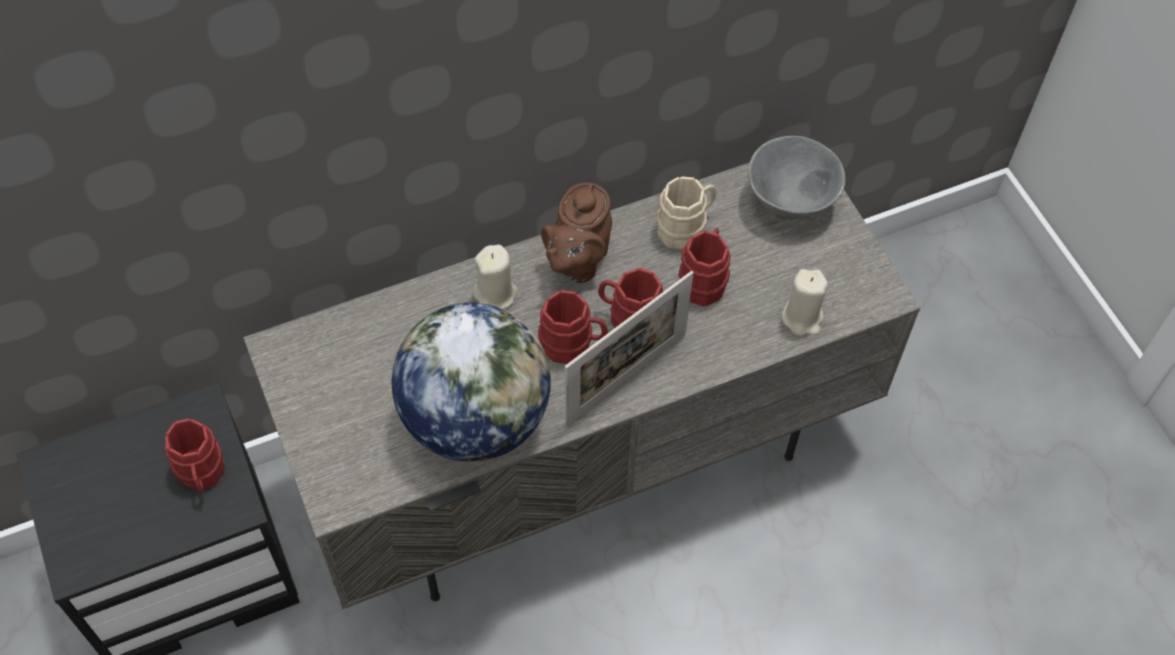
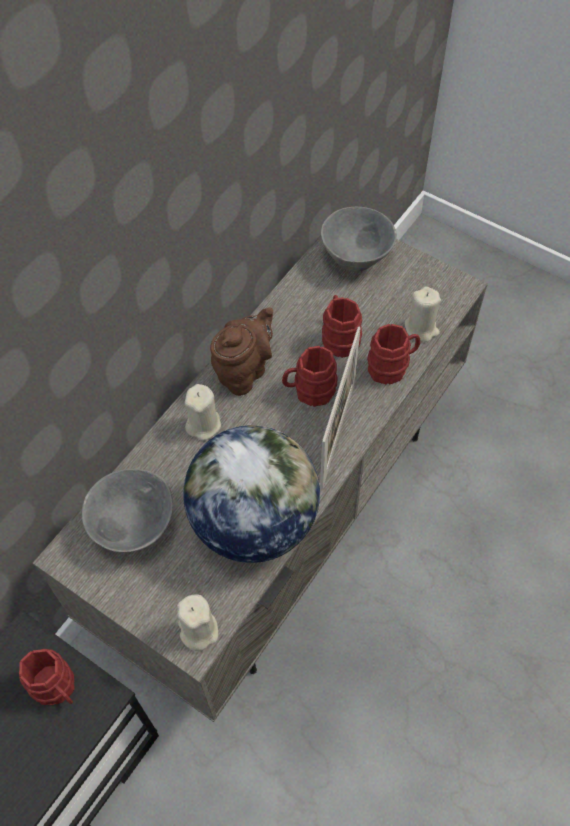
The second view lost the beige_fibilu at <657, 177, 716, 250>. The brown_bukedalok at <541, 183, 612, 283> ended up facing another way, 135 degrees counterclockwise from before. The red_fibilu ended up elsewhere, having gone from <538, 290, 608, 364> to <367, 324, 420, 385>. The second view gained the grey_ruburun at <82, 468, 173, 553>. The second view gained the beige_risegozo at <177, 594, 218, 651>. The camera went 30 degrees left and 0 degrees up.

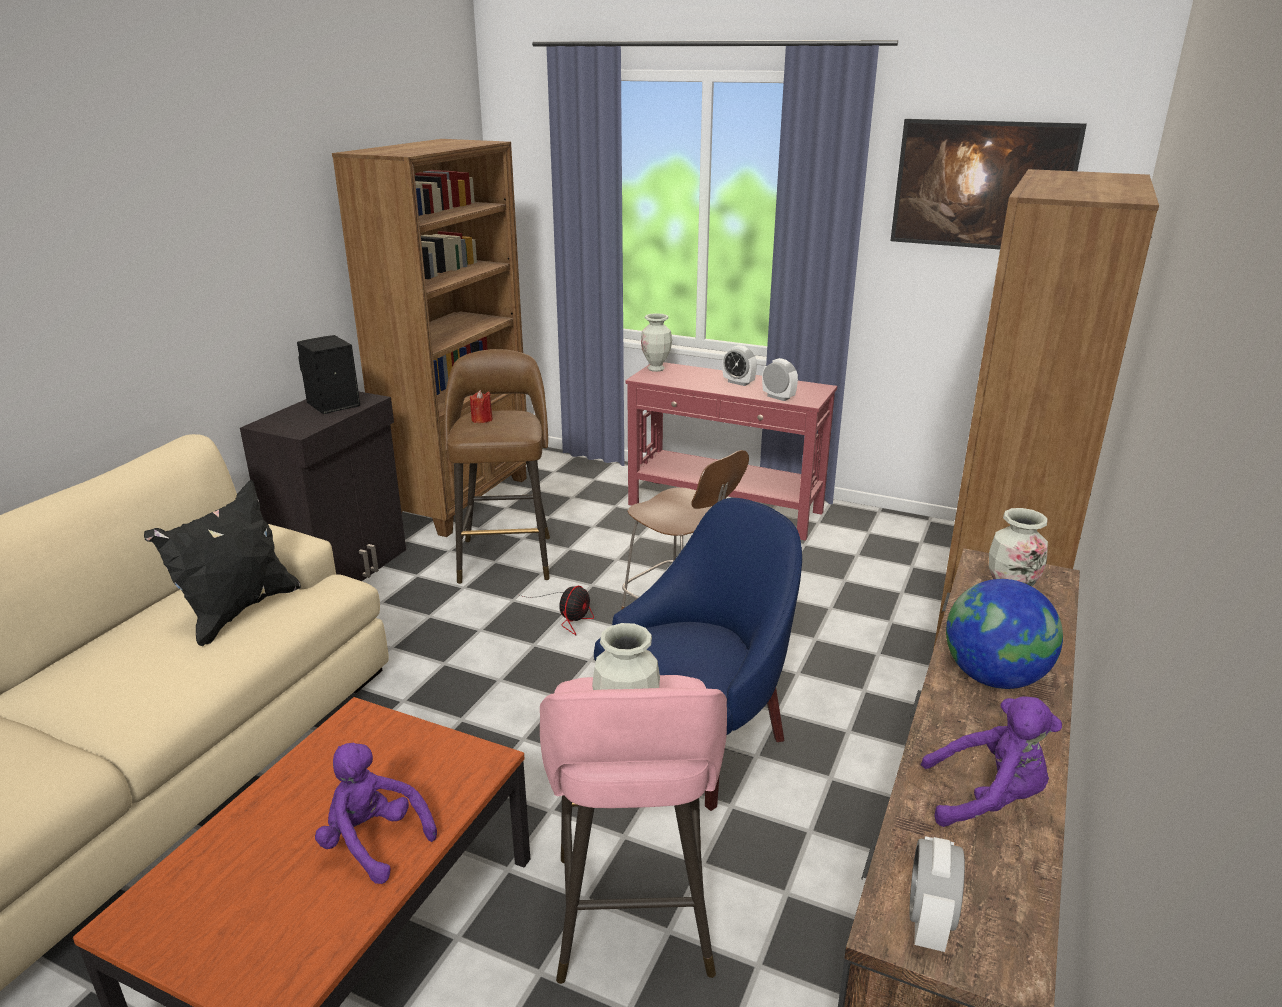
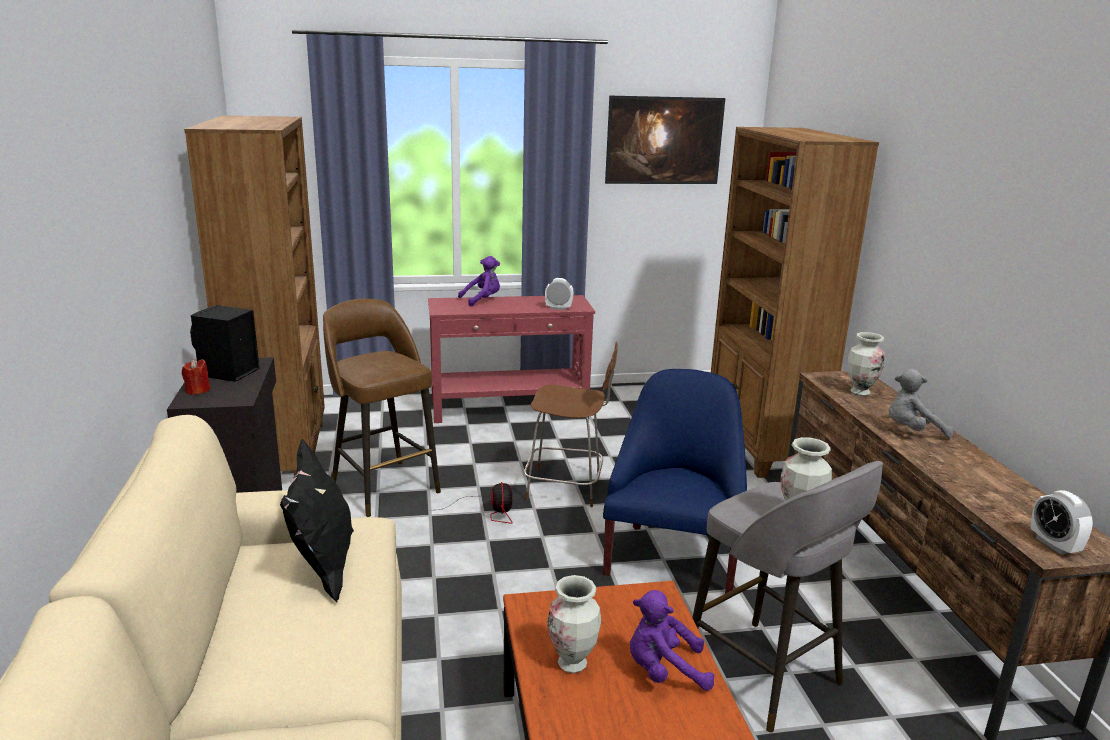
The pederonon ended up elsewhere, having gone from <641, 313, 672, 372> to <547, 575, 601, 673>. The second view lost the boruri at <722, 345, 757, 386>. The red_risegozo ended up elsewhere, having gone from <470, 390, 493, 423> to <182, 359, 211, 395>. Where the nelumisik stood at <946, 579, 1063, 689>, the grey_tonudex came to stand at <889, 369, 954, 438>. What was the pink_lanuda at <540, 675, 727, 984> turned into the grey_lanuda at <692, 461, 883, 733>. The purple_tonudex ended up elsewhere, having gone from <921, 696, 1062, 827> to <458, 256, 500, 307>. The camera went 35 degrees left and 5 degrees down.

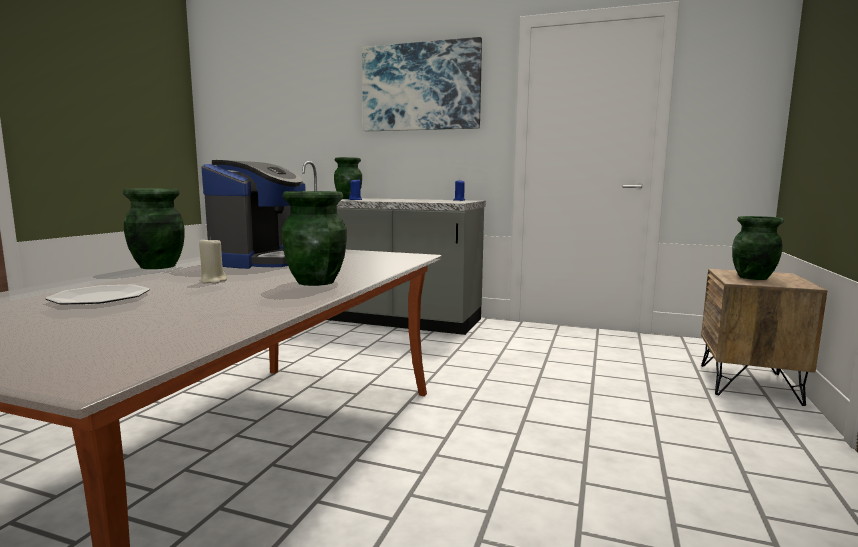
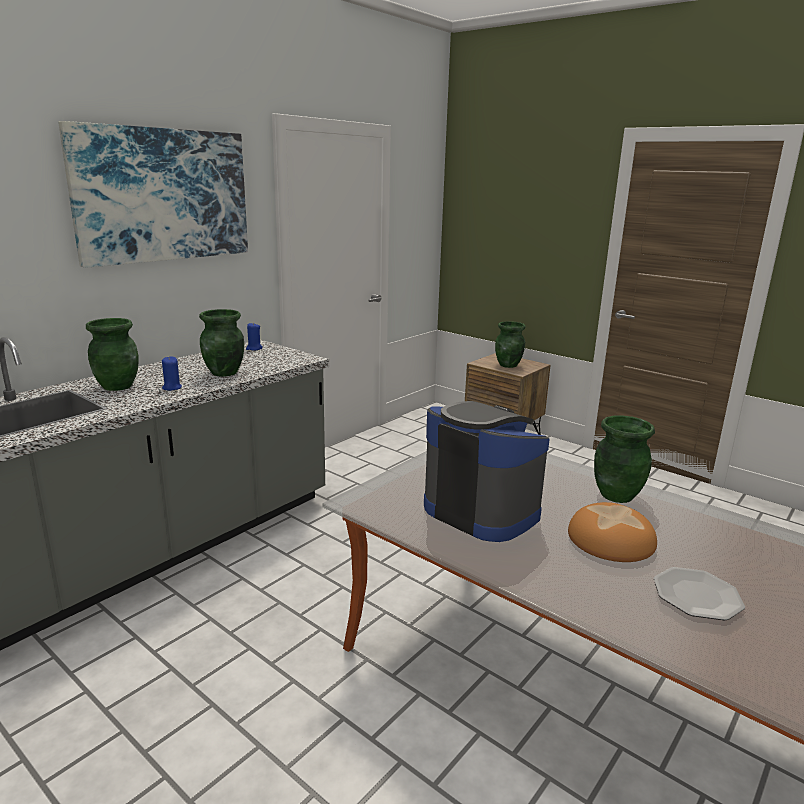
The green_pederonon ended up elsewhere, having gone from <123, 189, 185, 269> to <199, 309, 244, 377>. Where the beige_risegozo stood at <199, 237, 227, 284>, the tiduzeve came to stand at <568, 502, 657, 562>. The camera went 70 degrees left and 10 degrees up.

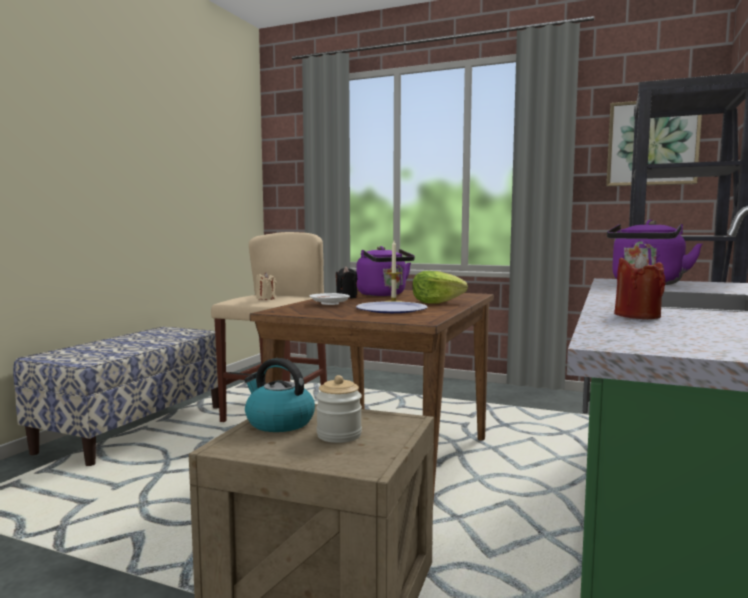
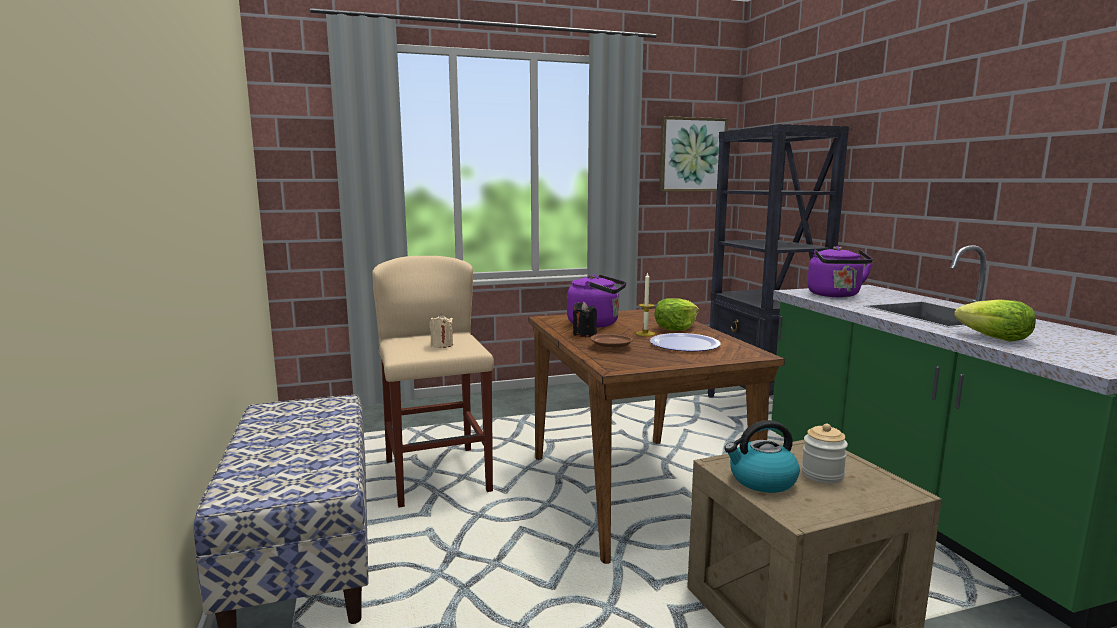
Where the red_risegozo stood at <614, 253, 666, 319>, the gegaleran came to stand at <954, 299, 1036, 342>. What was the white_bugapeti at <310, 293, 350, 305> turned into the brown_bugapeti at <590, 333, 633, 349>. The camera went 40 degrees left and 5 degrees up.

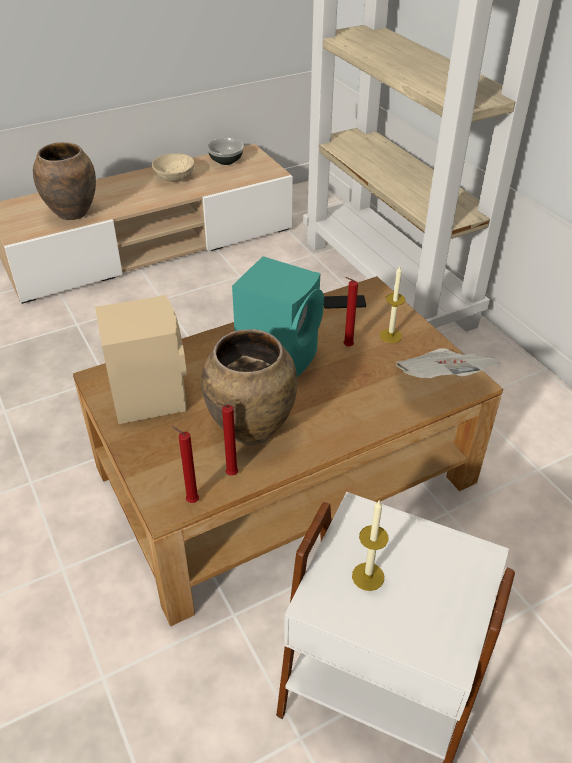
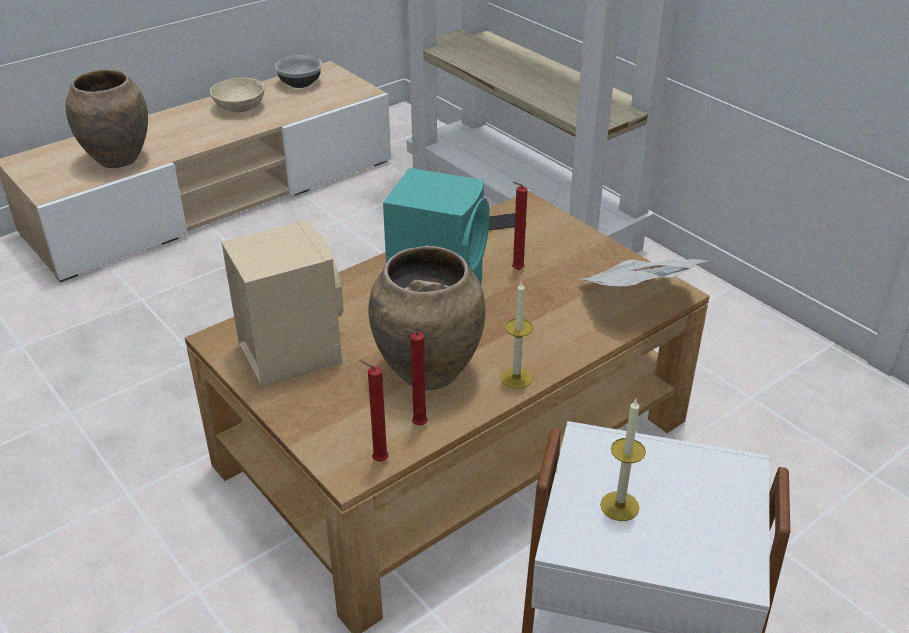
The risegozo ended up elsewhere, having gone from <380, 266, 405, 343> to <501, 281, 533, 389>. The camera went 10 degrees left and 5 degrees down.

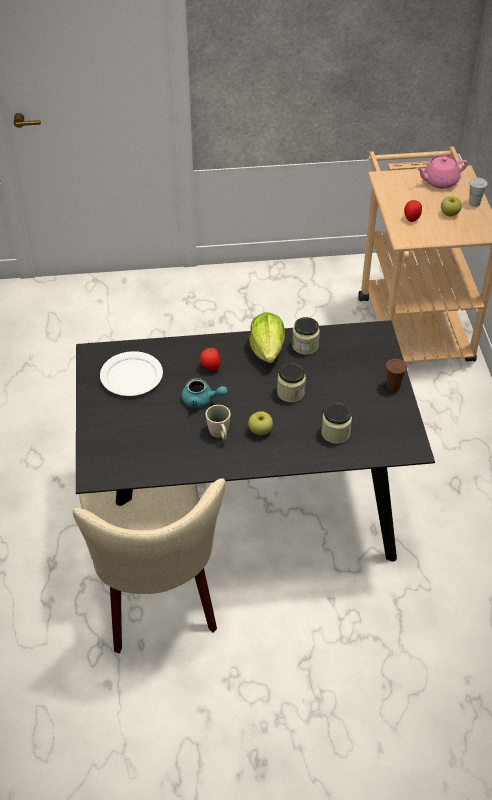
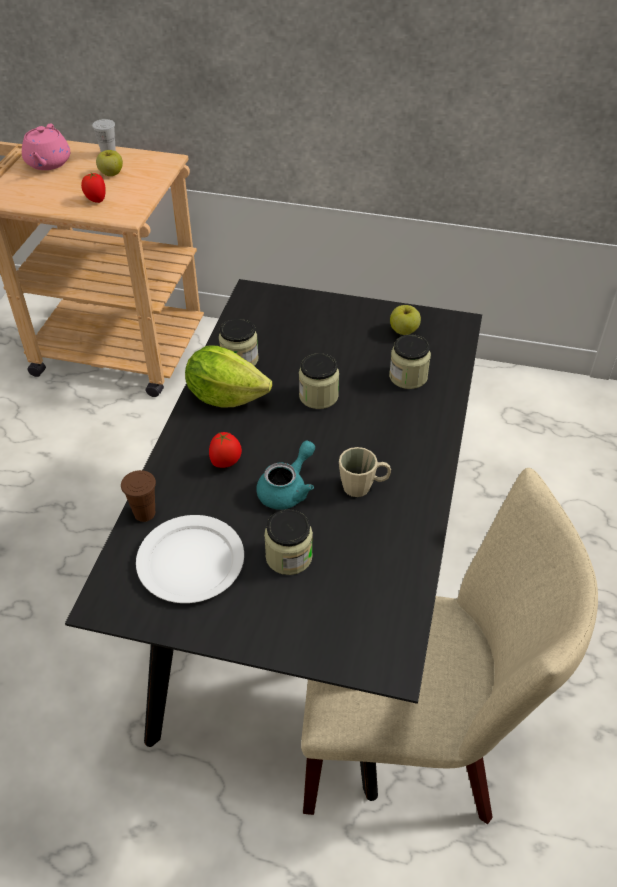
The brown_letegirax ended up elsewhere, having gone from <386, 359, 407, 391> to <121, 470, 156, 522>. The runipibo ended up elsewhere, having gone from <248, 411, 273, 435> to <390, 305, 421, 335>. The second view gained the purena at <264, 509, 313, 575>. The camera went 70 degrees left and 0 degrees up.

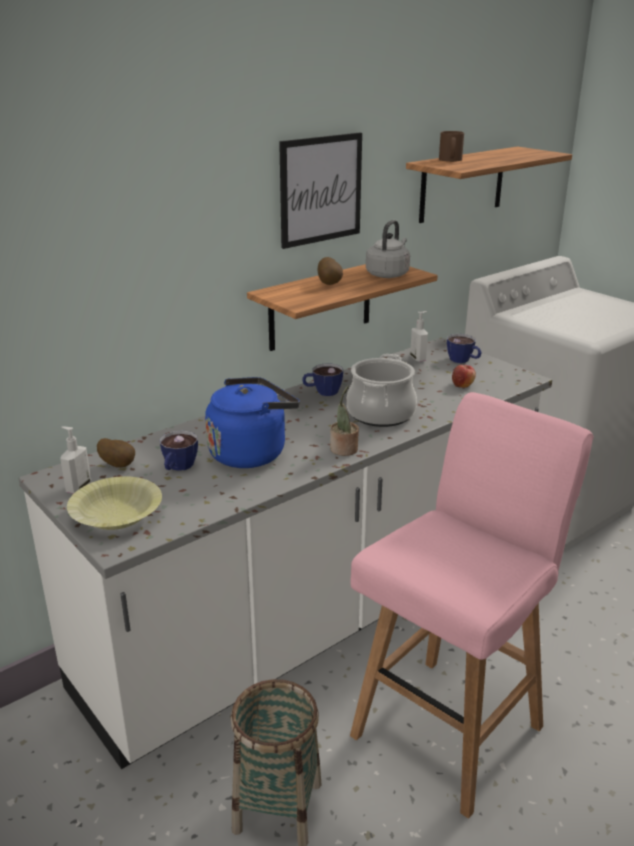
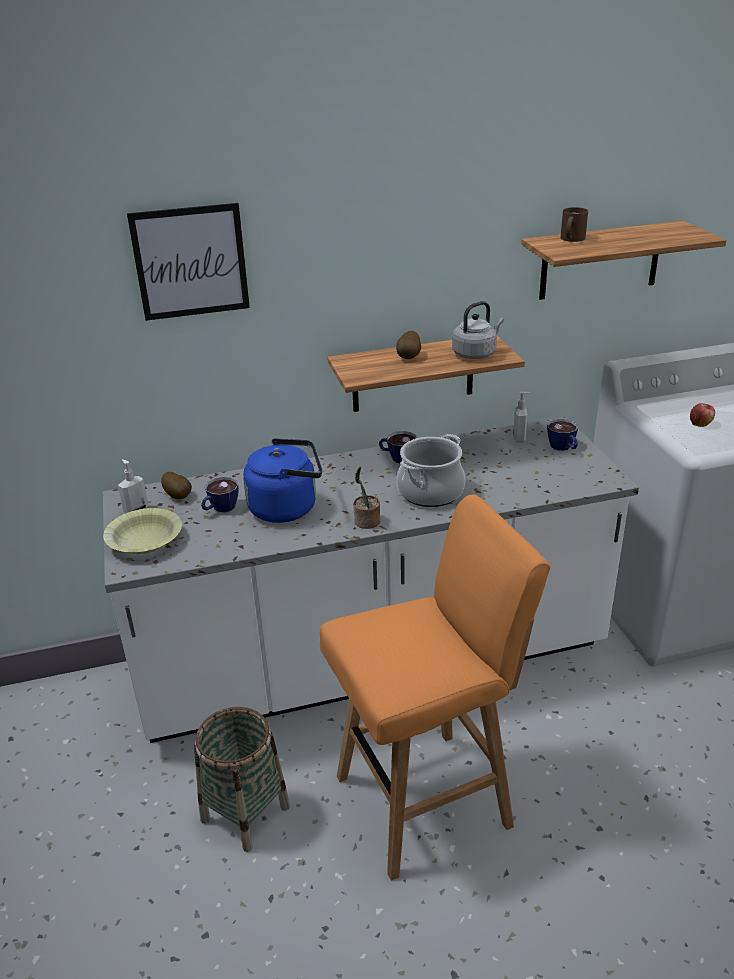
The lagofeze ended up elsewhere, having gone from <279, 133, 362, 249> to <127, 203, 250, 321>. The runipibo ended up elsewhere, having gone from <452, 365, 476, 388> to <690, 403, 715, 427>. What was the pink_lanuda at <350, 392, 594, 818> turned into the orange_lanuda at <320, 494, 550, 880>. The camera went 25 degrees right and 5 degrees up.

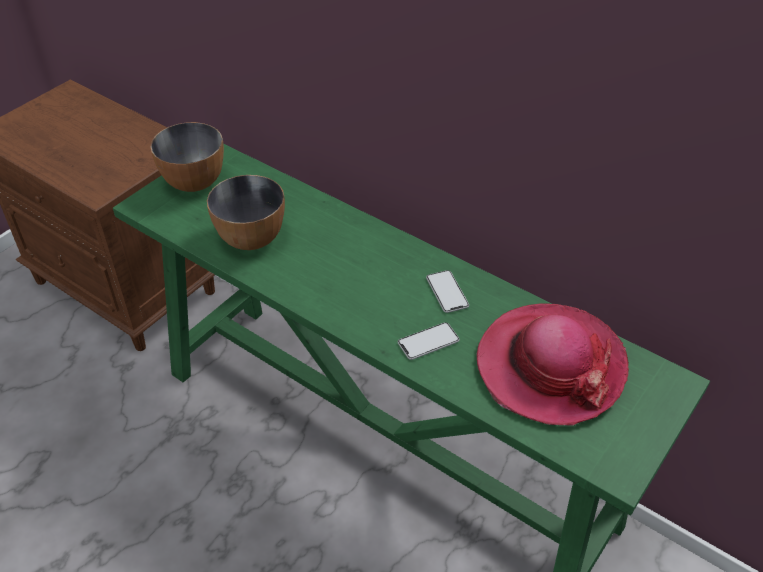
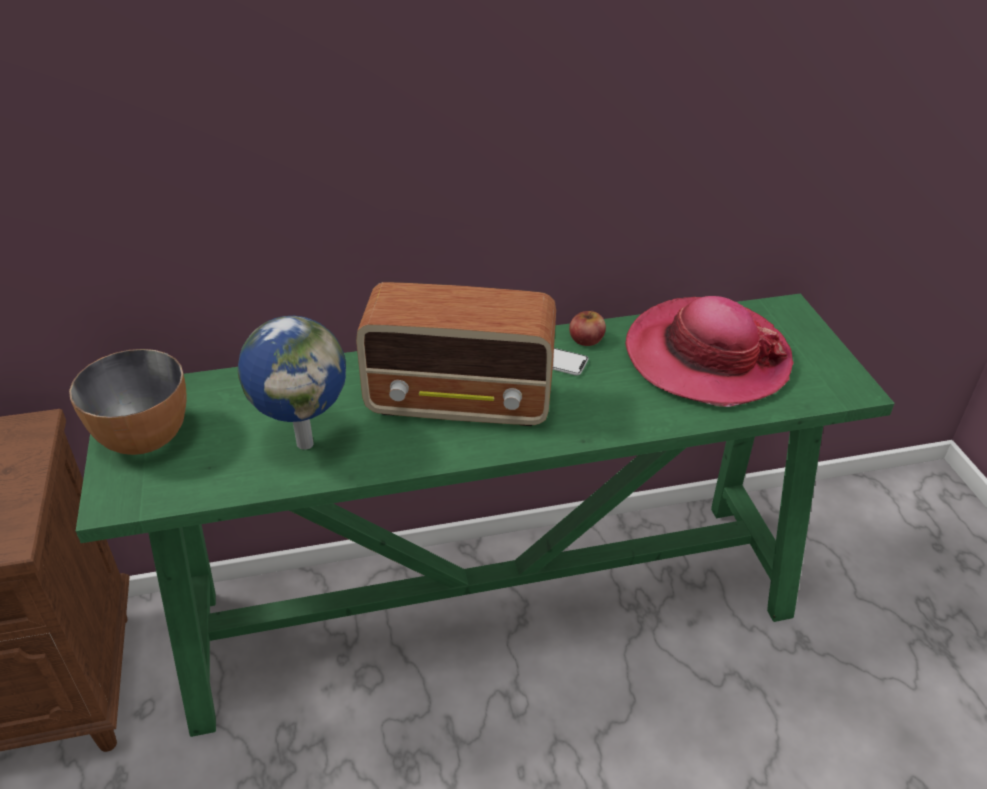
Where the ruburun stood at <207, 175, 285, 250>, the nelumisik came to stand at <238, 316, 346, 450>. The second view lost the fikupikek at <398, 322, 460, 360>. The second view gained the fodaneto at <356, 282, 556, 426>. The second view gained the runipibo at <569, 311, 606, 346>. The camera went 50 degrees left and 5 degrees down.

